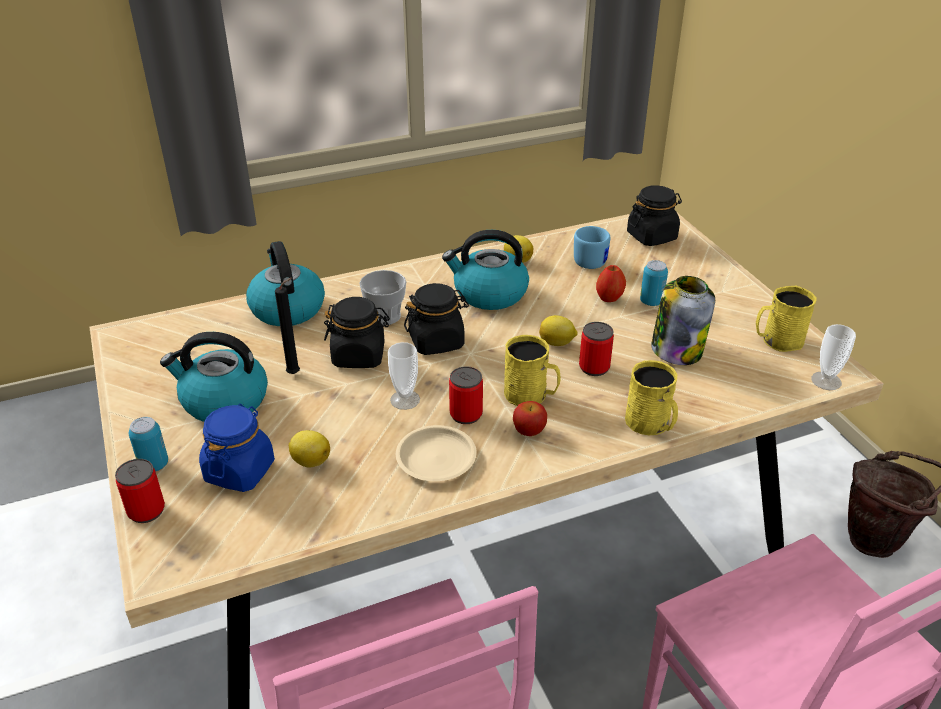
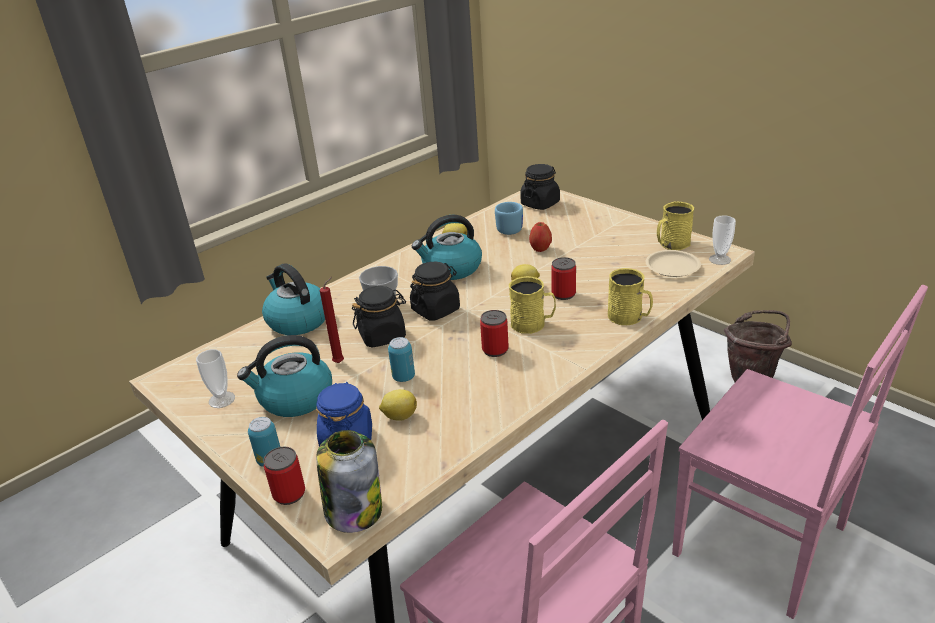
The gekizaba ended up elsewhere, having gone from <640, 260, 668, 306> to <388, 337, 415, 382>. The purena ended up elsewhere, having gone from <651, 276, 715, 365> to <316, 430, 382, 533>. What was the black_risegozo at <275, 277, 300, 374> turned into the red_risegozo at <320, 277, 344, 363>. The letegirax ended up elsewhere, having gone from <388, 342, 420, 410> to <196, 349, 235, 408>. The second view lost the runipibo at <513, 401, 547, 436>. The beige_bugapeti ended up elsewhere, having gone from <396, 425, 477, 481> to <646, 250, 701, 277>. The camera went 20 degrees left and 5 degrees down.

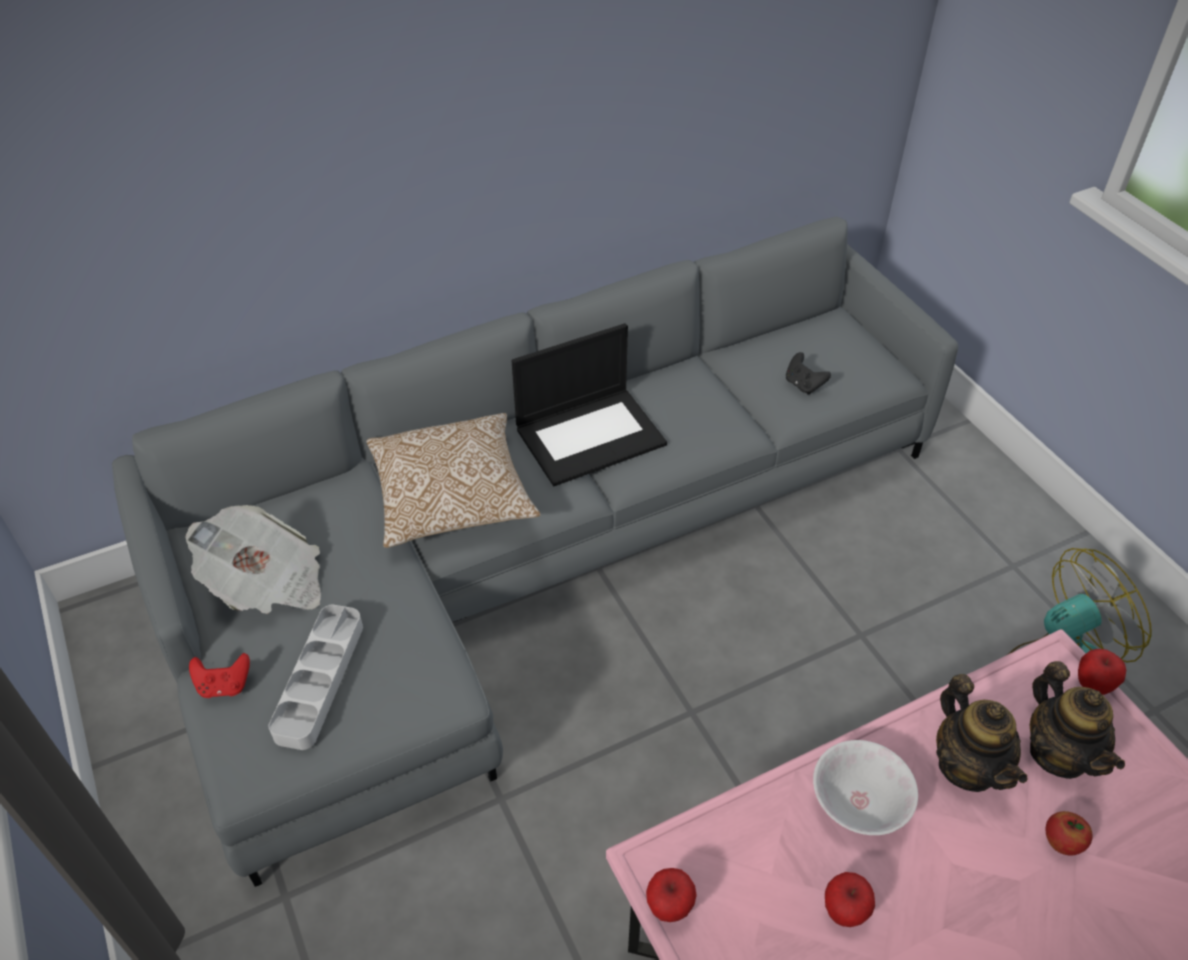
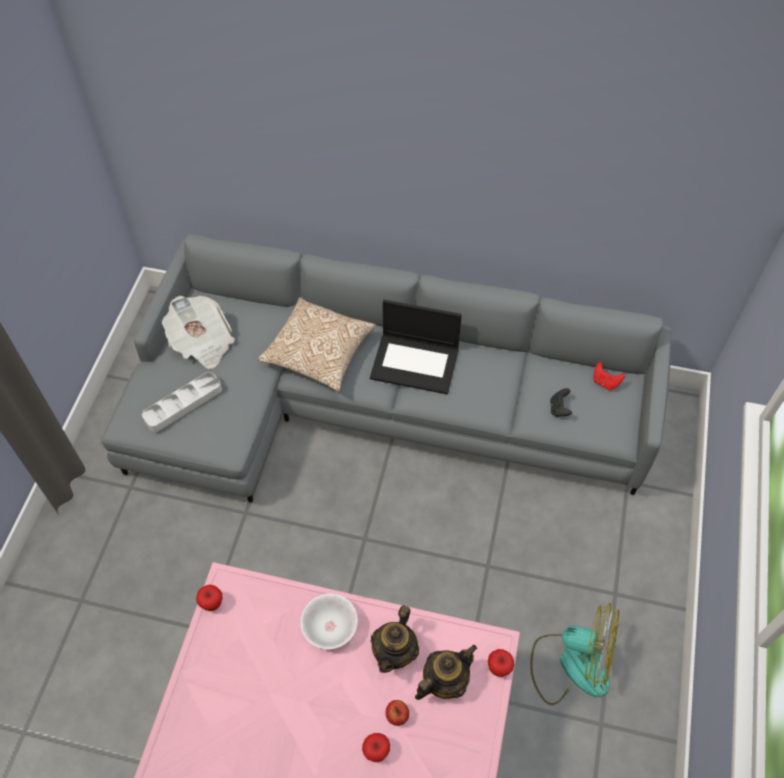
The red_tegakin ended up elsewhere, having gone from <189, 653, 250, 698> to <593, 362, 625, 390>. The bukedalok at <1030, 661, 1125, 779> ended up facing another way, 150 degrees counterclockwise from before. The runipibo ended up elsewhere, having gone from <825, 872, 875, 927> to <362, 733, 390, 762>. The camera went 40 degrees right and 10 degrees up.

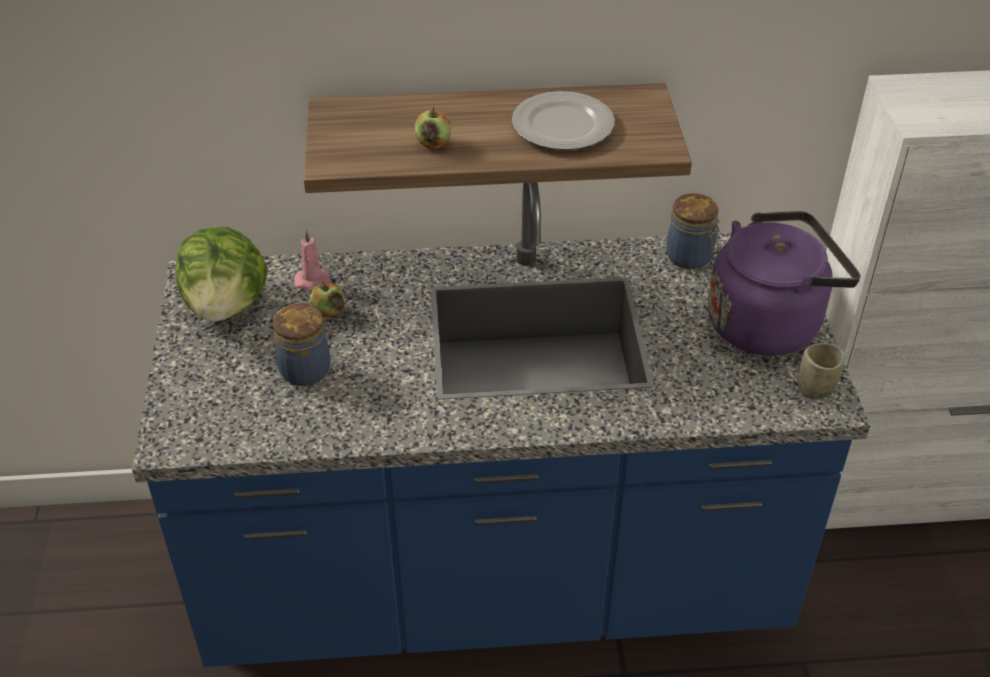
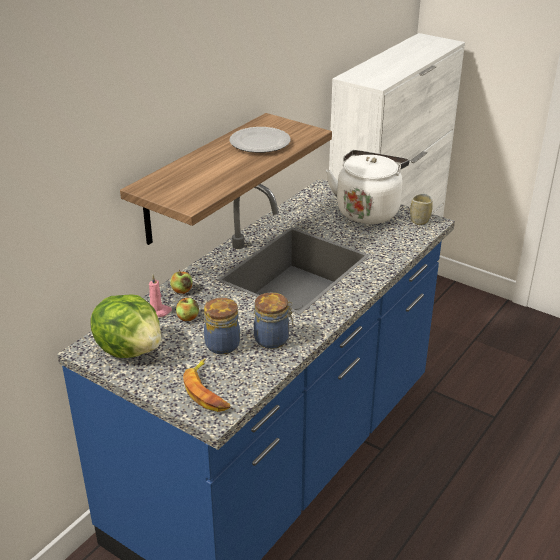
The runipibo ended up elsewhere, having gone from <415, 107, 451, 148> to <170, 270, 192, 294>. The purena ended up elsewhere, having gone from <666, 193, 720, 269> to <254, 293, 293, 349>. What was the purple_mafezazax at <708, 211, 861, 356> turned into the white_mafezazax at <326, 150, 409, 224>. The second view gained the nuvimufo at <183, 359, 230, 412>. The camera went 50 degrees left and 10 degrees down.

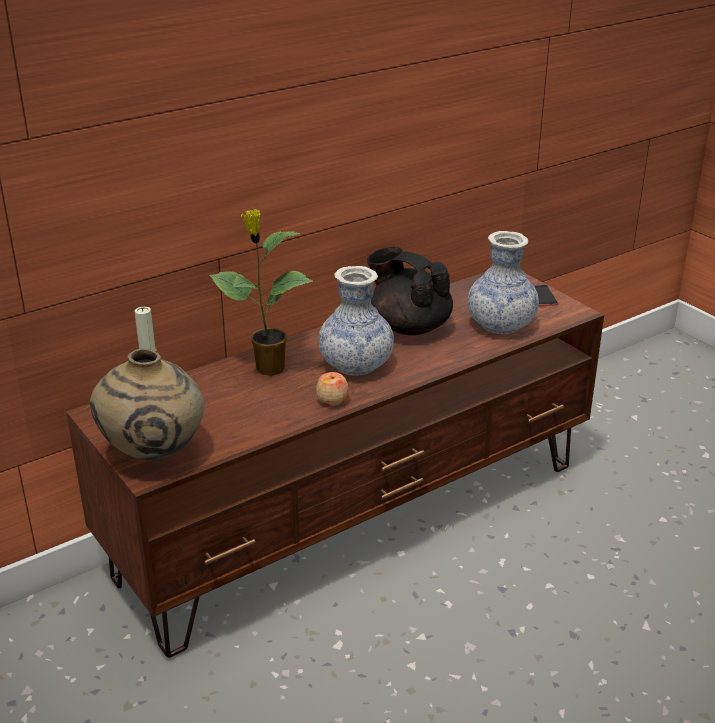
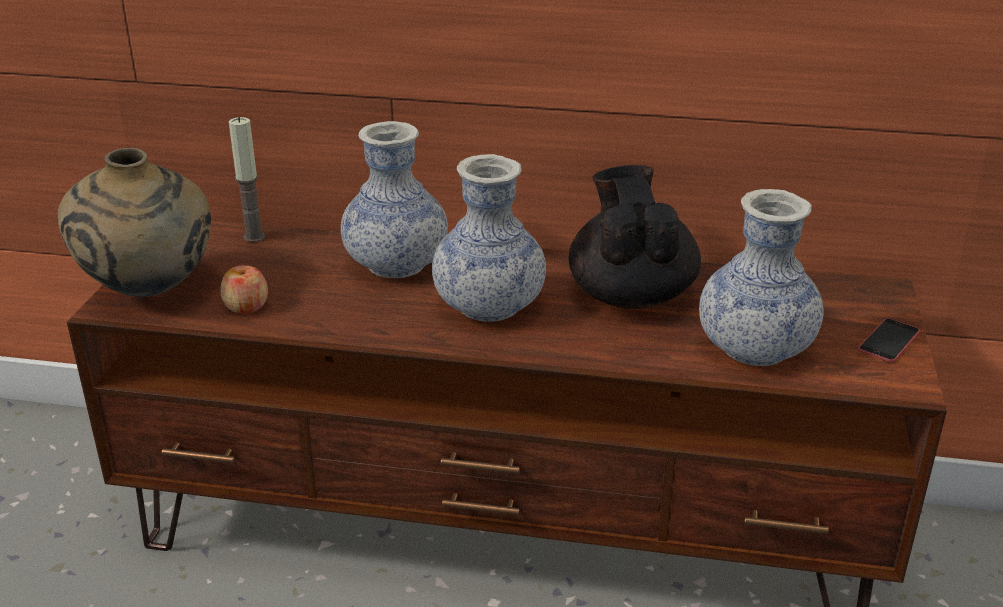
Where the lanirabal stood at <209, 209, 313, 376>, the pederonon came to stand at <341, 121, 448, 278>. The runipibo ended up elsewhere, having gone from <316, 372, 349, 406> to <220, 265, 268, 314>. The camera went 45 degrees right and 0 degrees up.

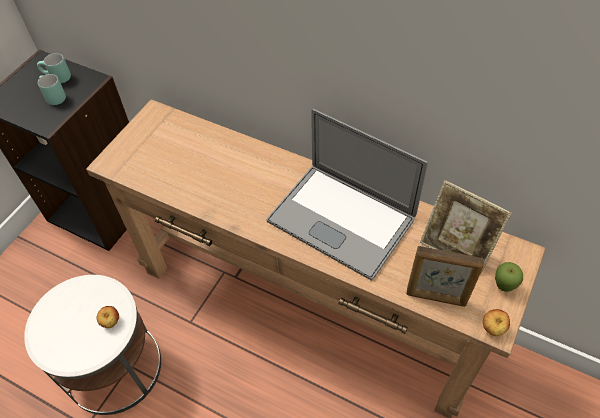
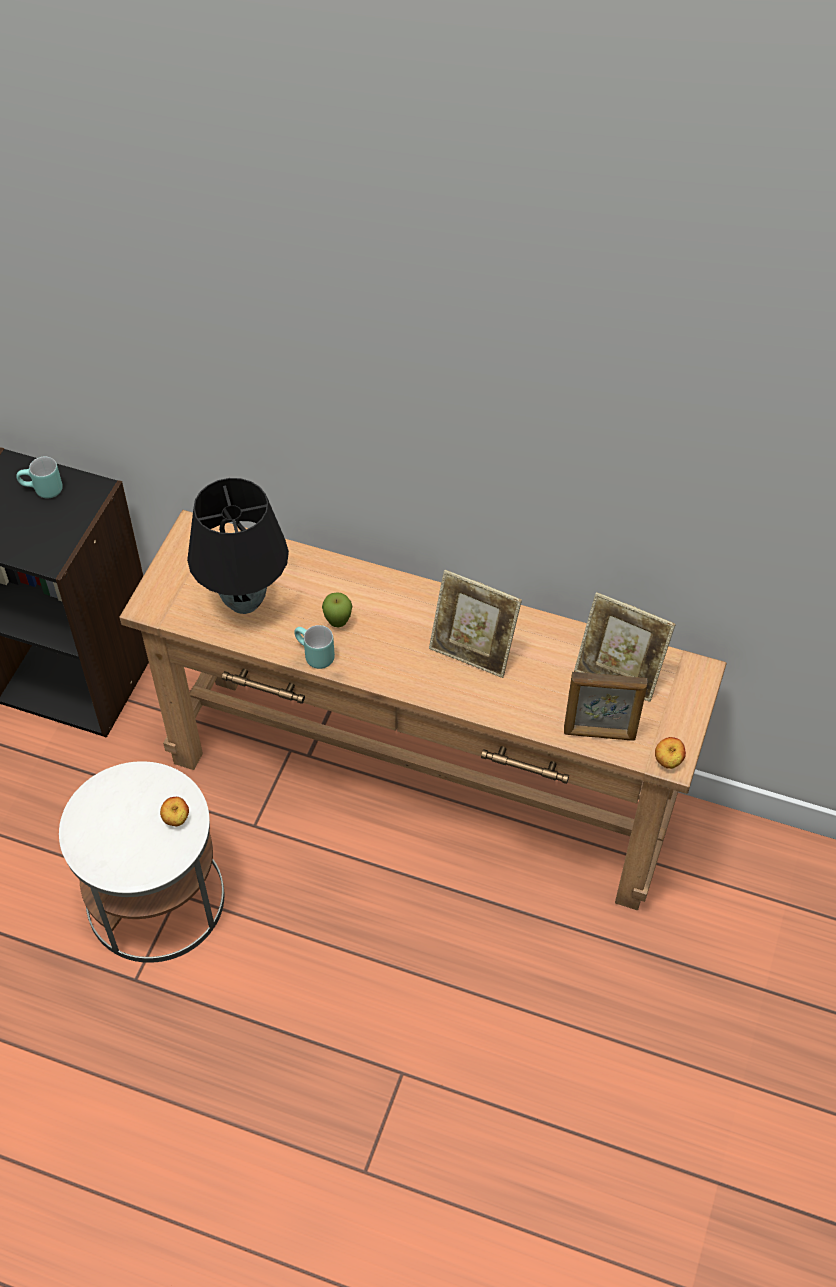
The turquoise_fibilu ended up elsewhere, having gone from <38, 74, 66, 105> to <294, 625, 335, 669>. Where the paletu stood at <267, 109, 428, 280>, the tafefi came to stand at <429, 570, 522, 678>. The runipibo ended up elsewhere, having gone from <495, 262, 523, 292> to <322, 592, 352, 627>. The second view gained the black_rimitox at <187, 478, 289, 614>. The camera went 10 degrees left and 0 degrees up.

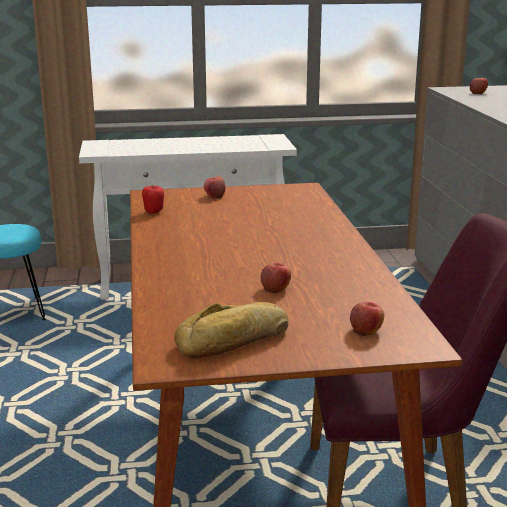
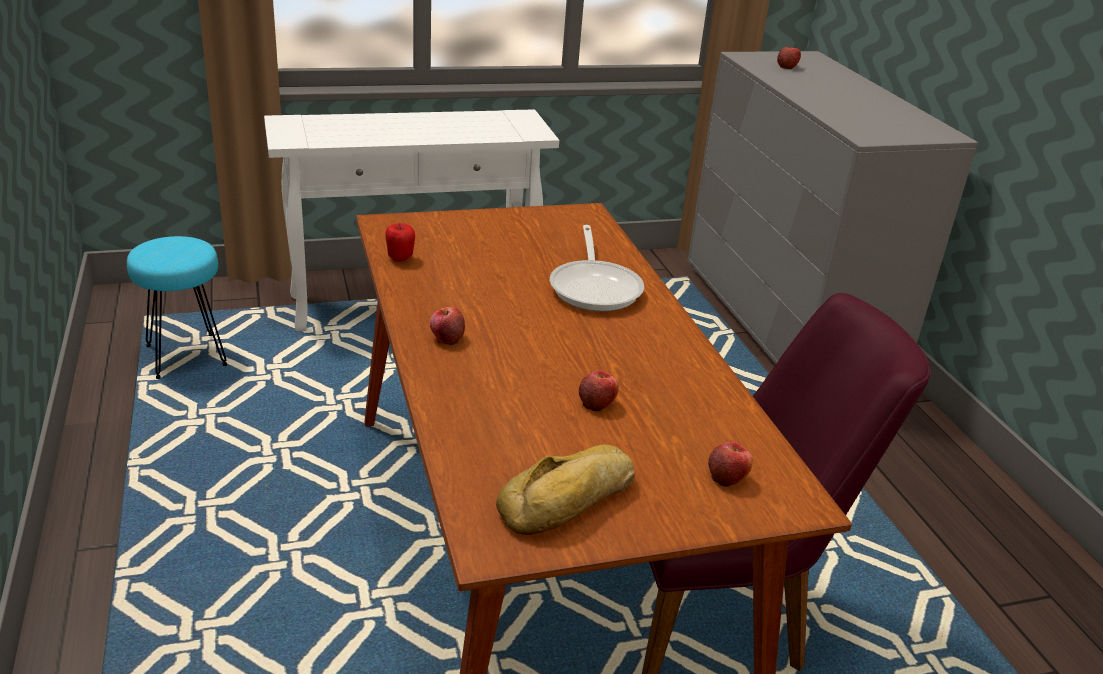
The runipibo ended up elsewhere, having gone from <204, 176, 225, 199> to <430, 307, 465, 345>. The second view gained the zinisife at <550, 225, 644, 312>. The camera went 10 degrees left and 10 degrees up.

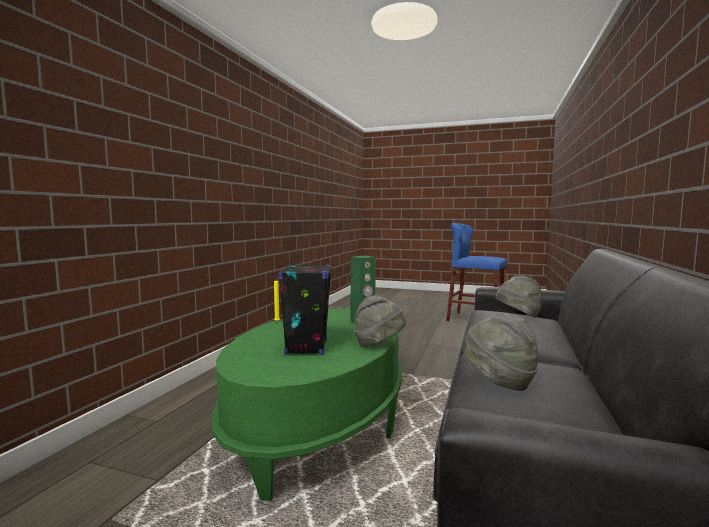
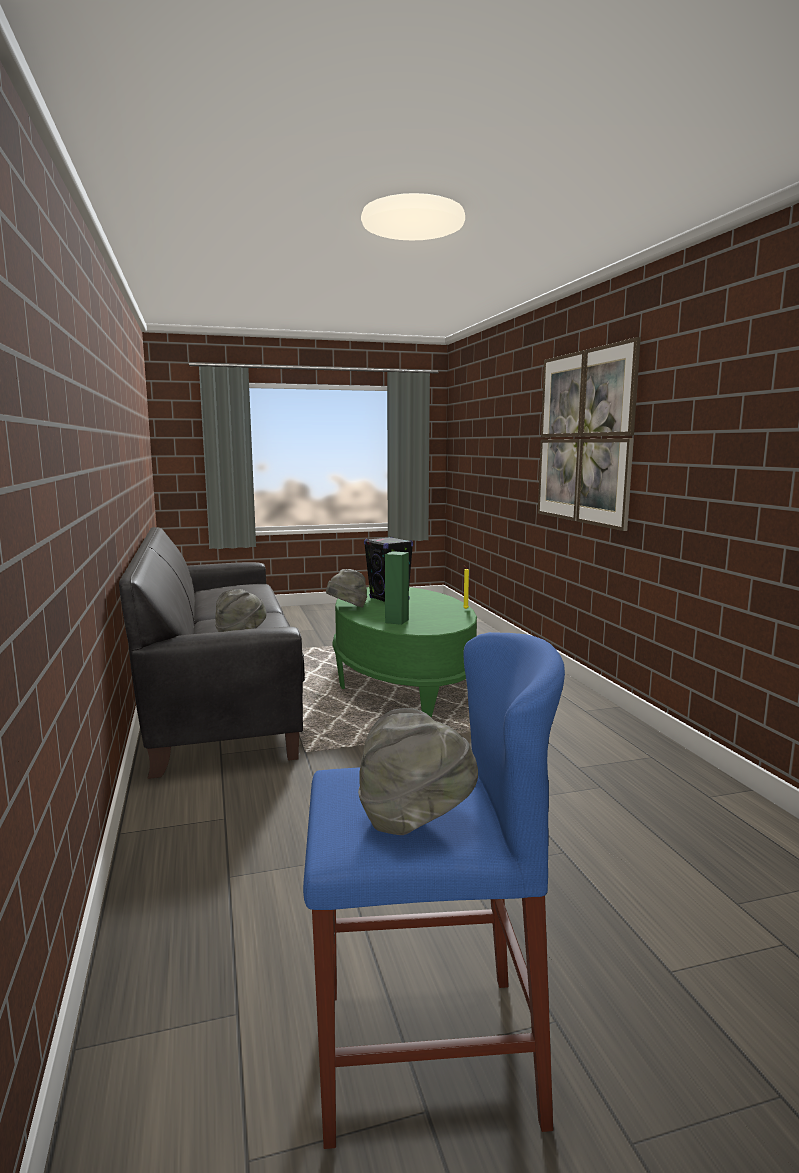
The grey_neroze ended up elsewhere, having gone from <462, 313, 538, 391> to <358, 708, 478, 835>. The second view gained the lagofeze at <538, 337, 641, 531>. The camera went 145 degrees right and 5 degrees up.

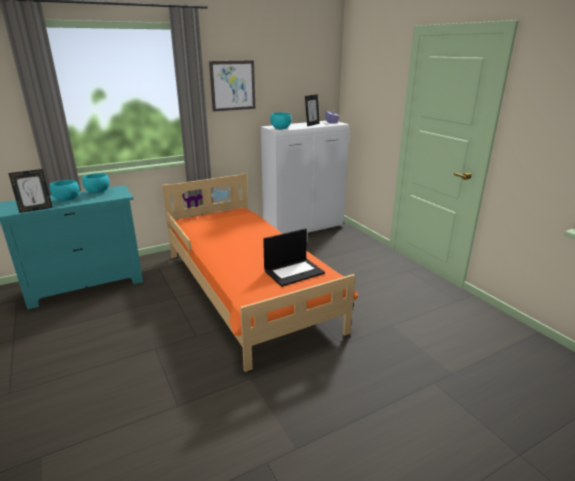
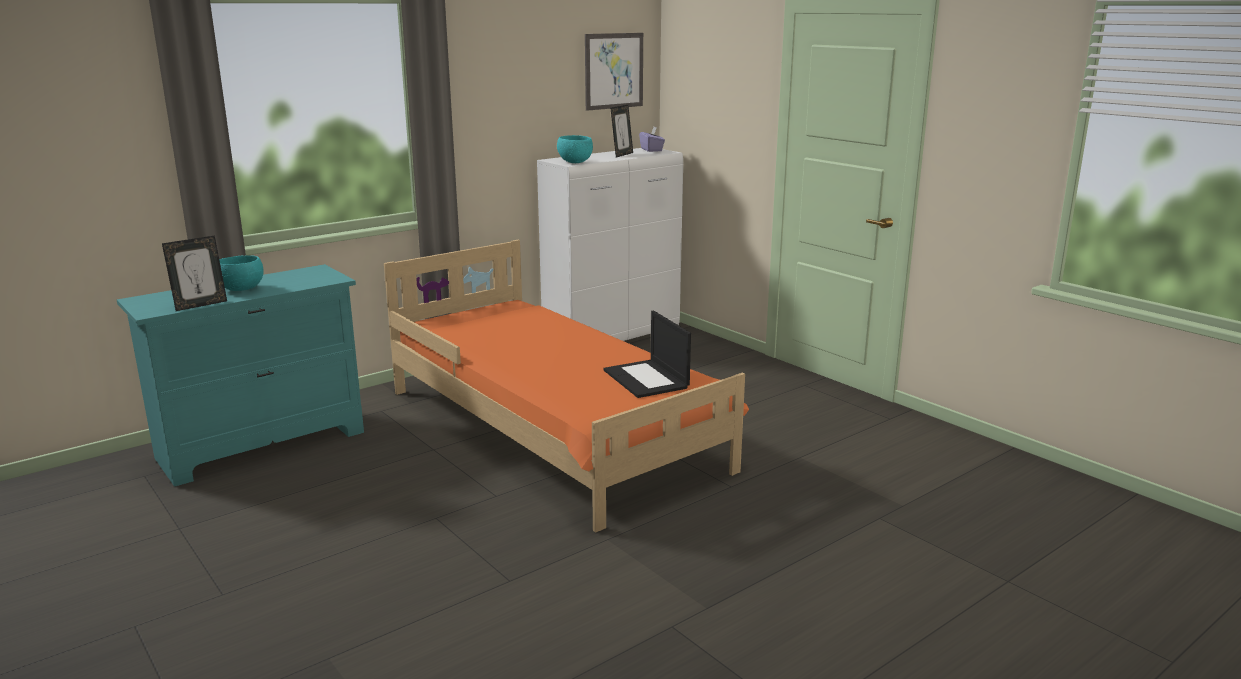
The lagofeze ended up elsewhere, having gone from <209, 60, 255, 112> to <585, 33, 643, 111>. The second view lost the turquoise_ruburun at <82, 173, 110, 193>. The paletu at <263, 228, 325, 287> ended up facing another way, 105 degrees clockwise from before. The camera went 10 degrees left and 5 degrees down.

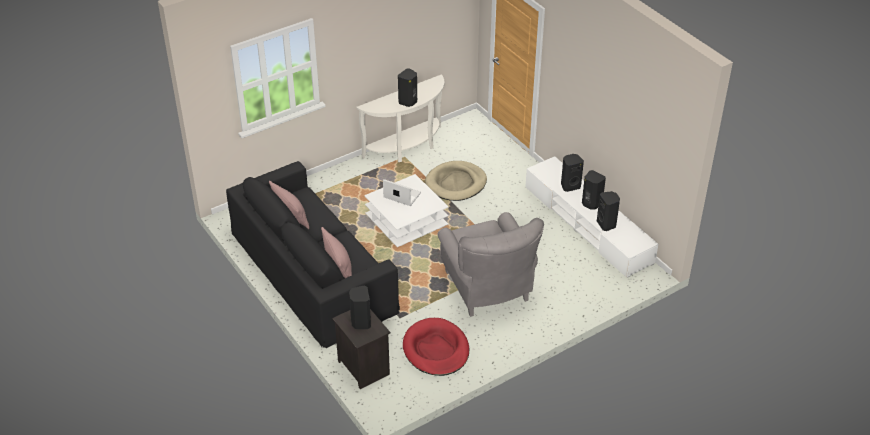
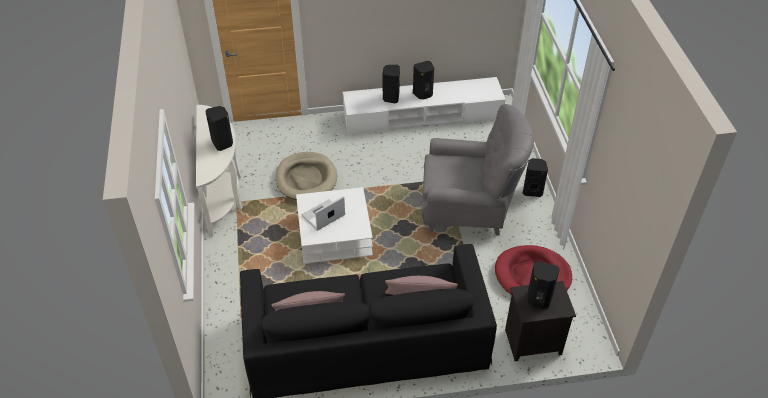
The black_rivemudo ended up elsewhere, having gone from <597, 191, 620, 231> to <522, 158, 548, 197>. The camera went 65 degrees left and 5 degrees up.

